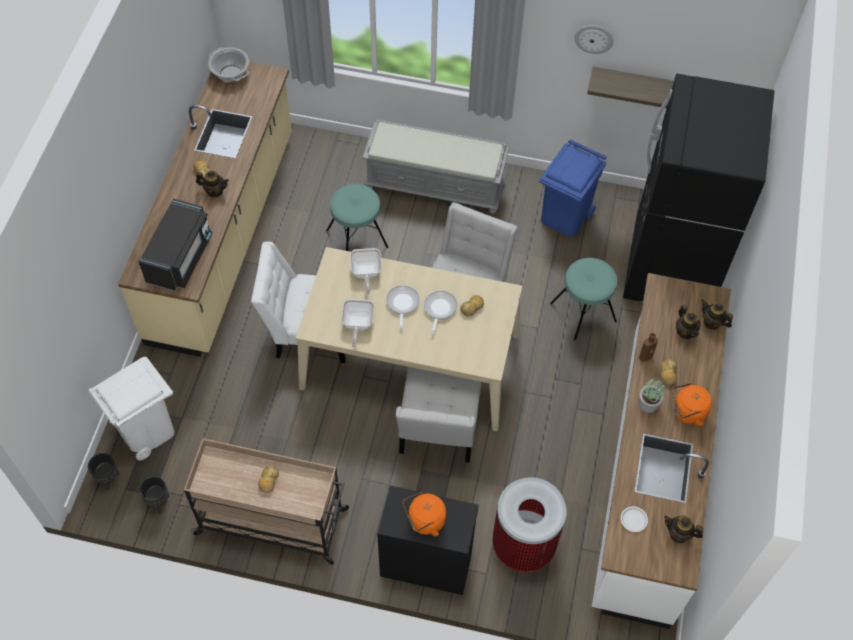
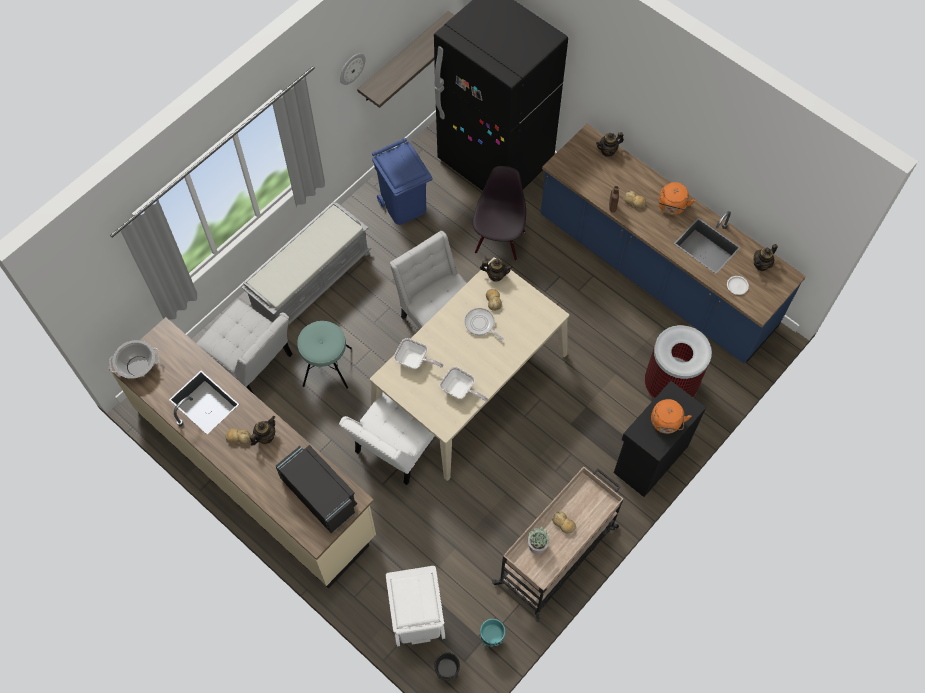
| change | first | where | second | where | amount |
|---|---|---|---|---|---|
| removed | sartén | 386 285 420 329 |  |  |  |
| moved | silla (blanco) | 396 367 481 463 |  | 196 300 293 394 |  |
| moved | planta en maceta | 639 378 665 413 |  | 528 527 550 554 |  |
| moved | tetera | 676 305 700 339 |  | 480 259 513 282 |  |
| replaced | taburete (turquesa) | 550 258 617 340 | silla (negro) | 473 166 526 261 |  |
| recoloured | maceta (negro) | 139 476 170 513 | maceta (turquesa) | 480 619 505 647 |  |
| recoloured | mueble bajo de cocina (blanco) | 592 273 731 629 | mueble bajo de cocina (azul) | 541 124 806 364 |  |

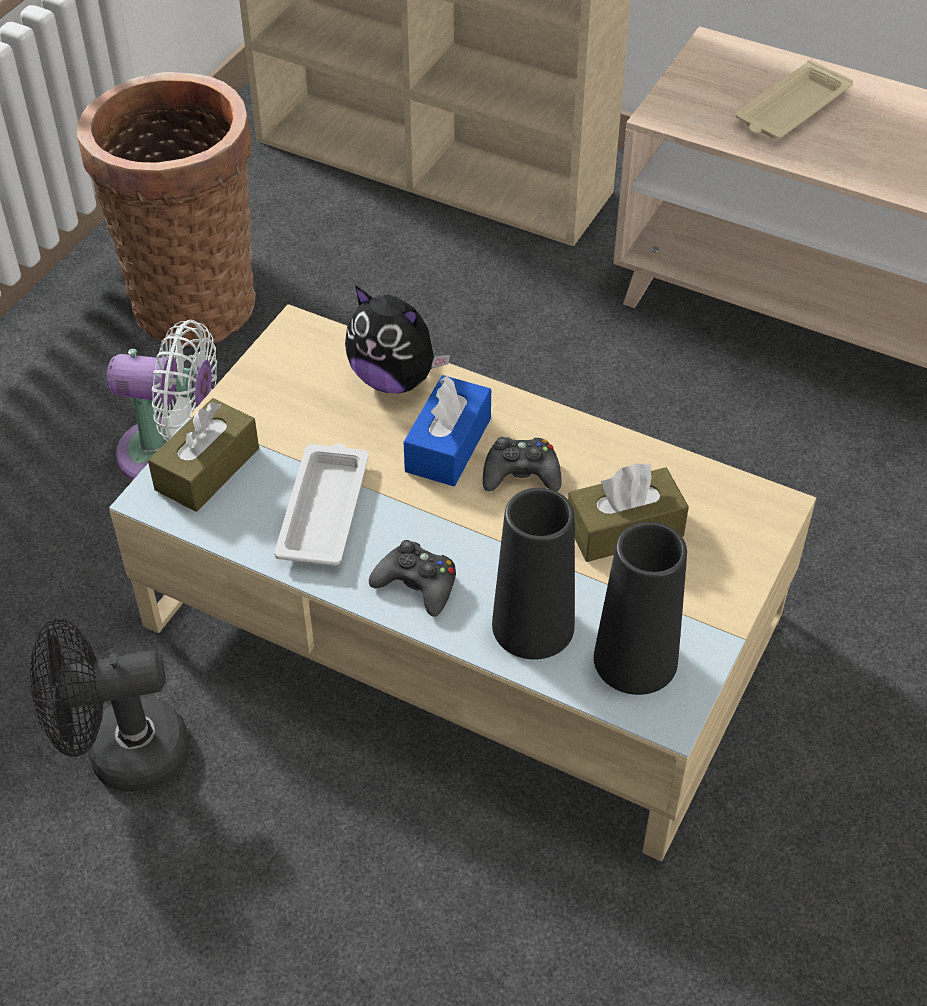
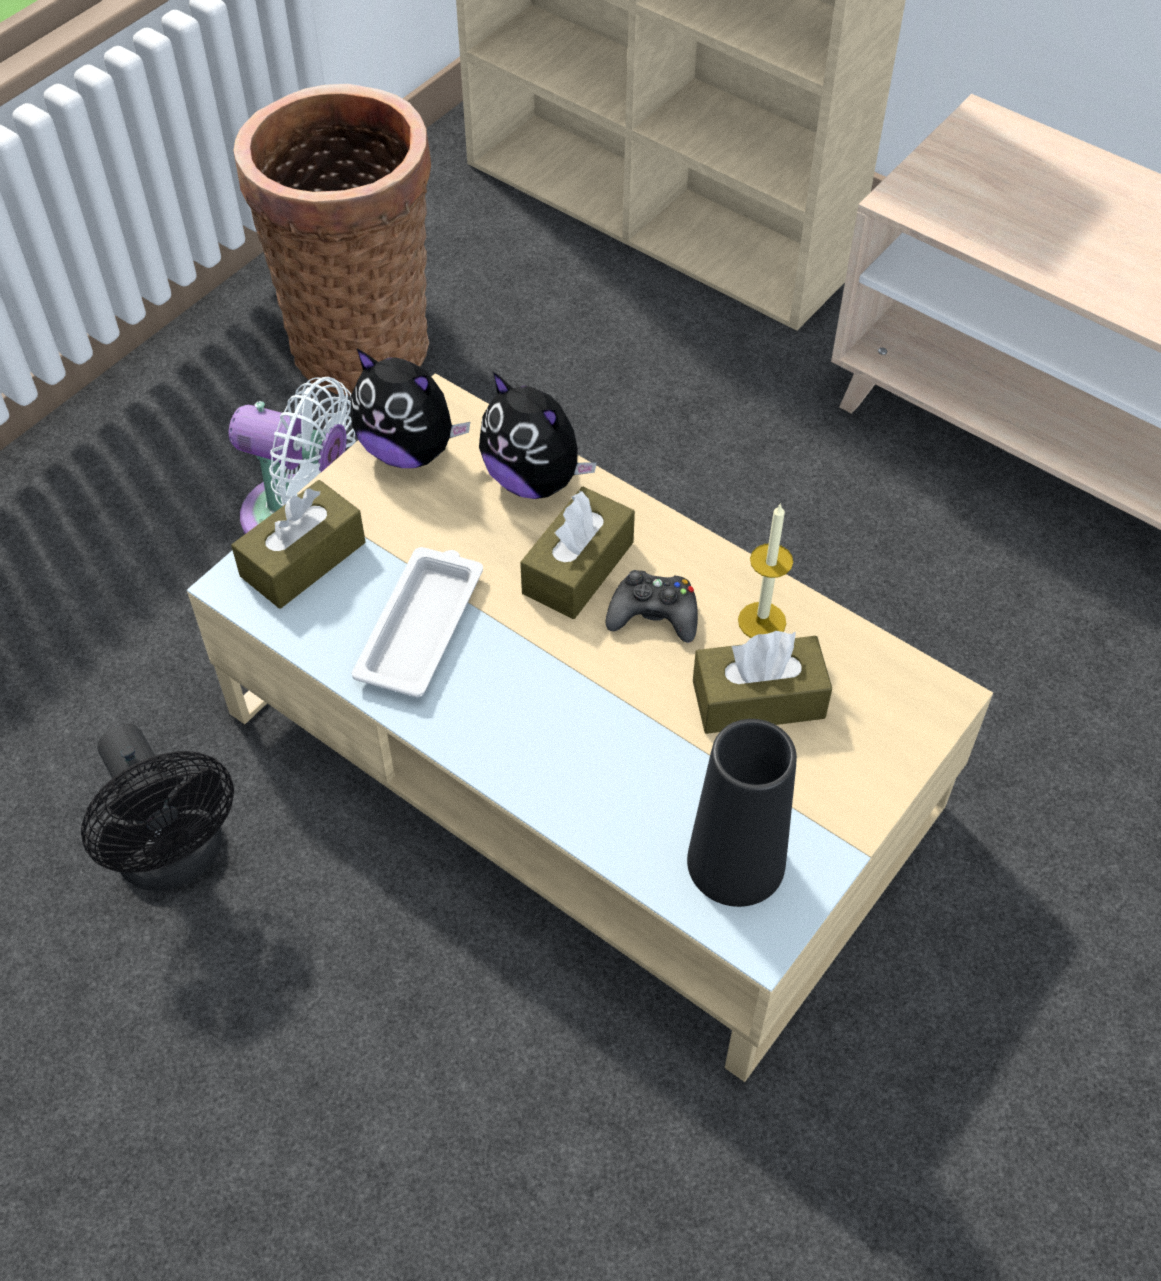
| change | first | where | second | where | amount |
|---|---|---|---|---|---|
| removed | mando de consola (negro) | 369 540 456 617 |  |  |  |
| removed | florero (negro) | 492 488 575 660 |  |  |  |
| removed | bandeja (beis) | 736 60 853 139 |  |  |  |
| added |  |  | peluche | 350 349 470 468 |  |
| added |  |  | vela | 738 503 793 638 |  |
| recoloured | caja de pañuelos (azul) | 403 375 491 486 | caja de pañuelos (marrón) | 520 487 635 619 |  |
| turned | ventilador (negro) | 30 618 189 792 |  | 81 724 234 891 | 120 degrees counterclockwise |

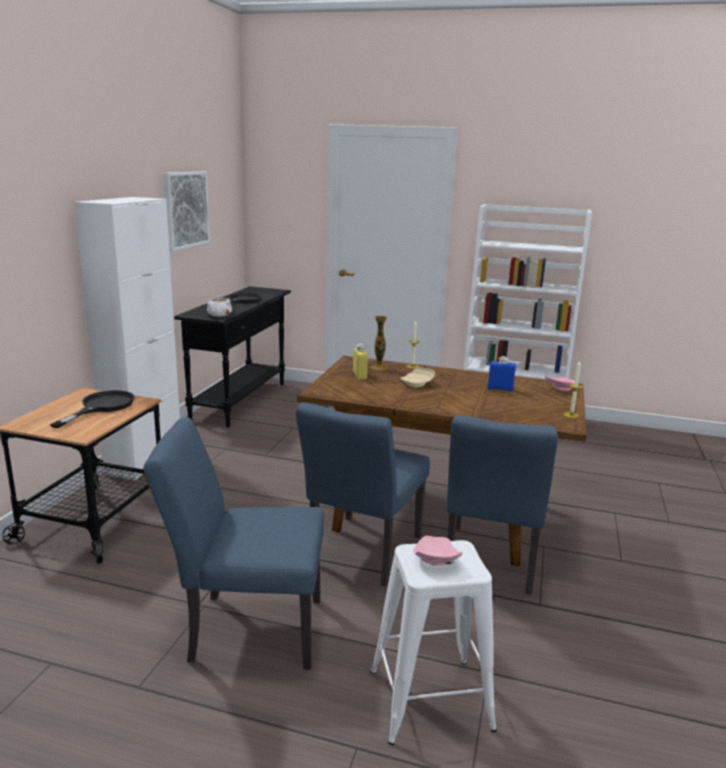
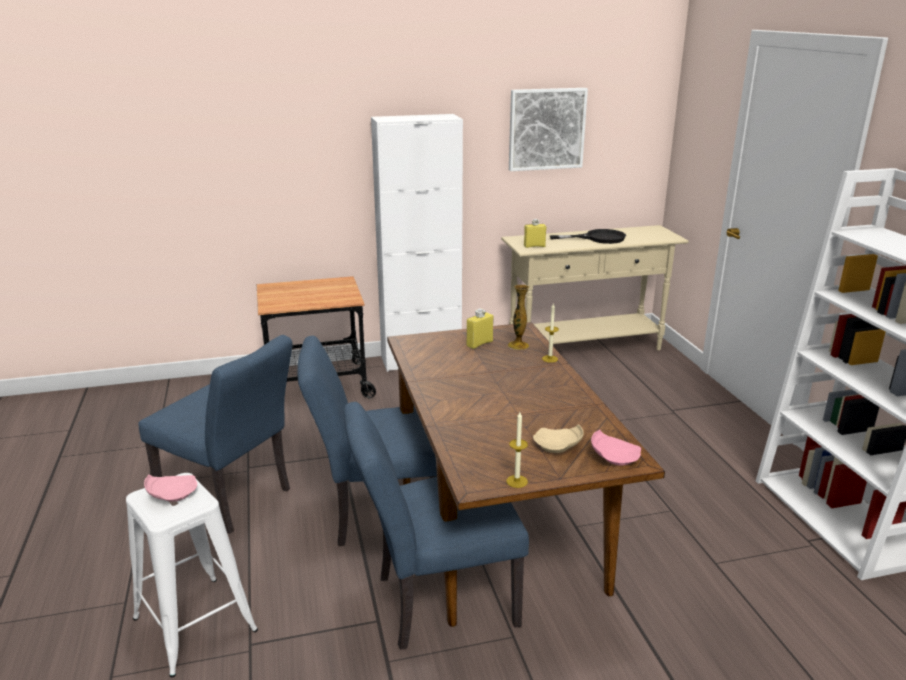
| change | first | where | second | where | amount |
|---|---|---|---|---|---|
| removed | sartén (negro) | 50 390 135 428 |  |  |  |
| removed | botella (azul) | 488 356 516 392 |  |  |  |
| moved | plato (beis) | 400 367 435 387 |  | 533 424 584 453 |  |
| replaced | tetera (blanco) | 207 296 232 317 | botella (amarillo) | 524 219 546 248 |  |
| recoloured | mesa consola (negro) | 174 286 291 427 | mesa consola (beis) | 501 225 689 350 |  |
| turned | silla (azul) | 143 417 324 670 |  | 138 335 292 534 | 150 degrees clockwise |

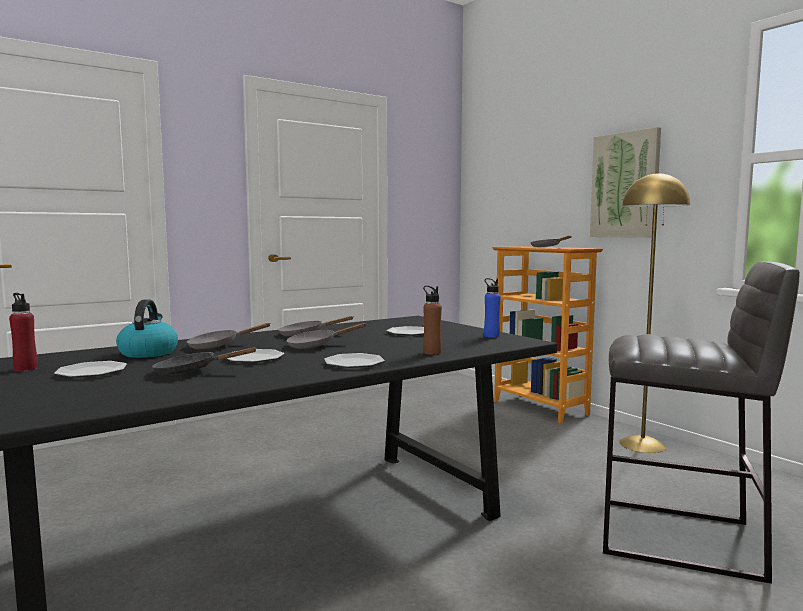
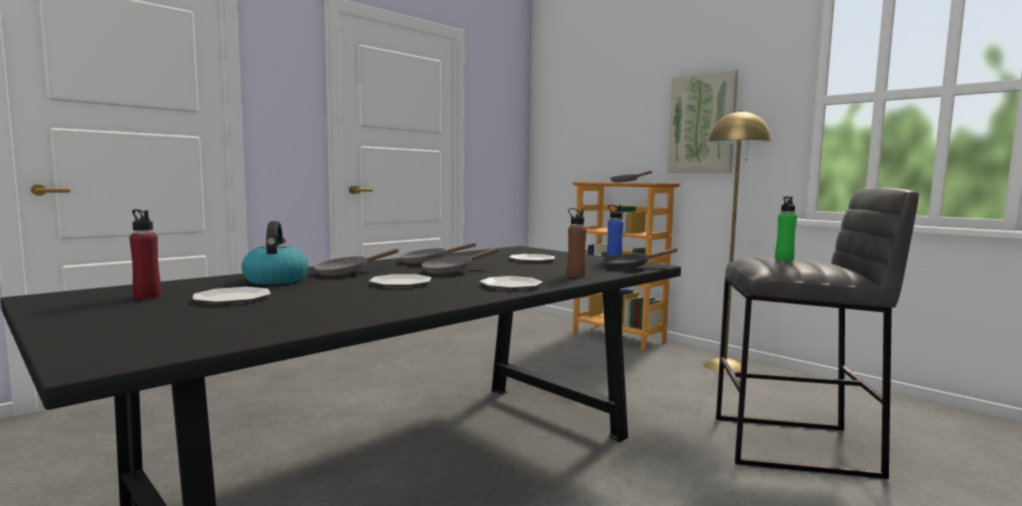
| change | first | where | second | where | amount |
|---|---|---|---|---|---|
| added |  |  | botella (verde) | 775 196 797 261 |  |
| moved | sartén (negro) | 152 347 257 375 |  | 602 248 678 269 |  |

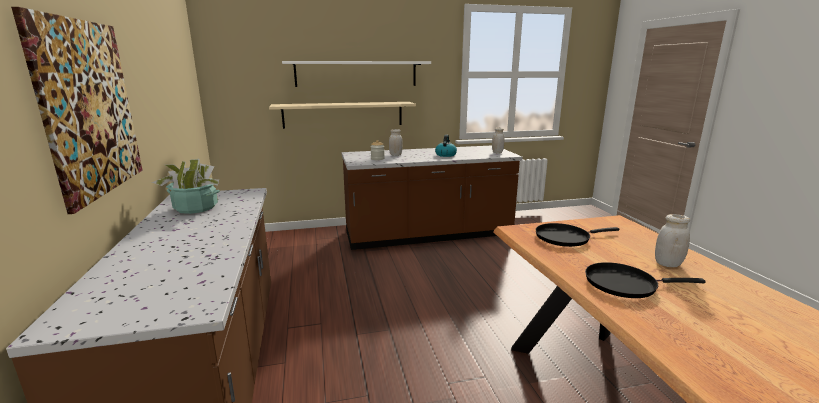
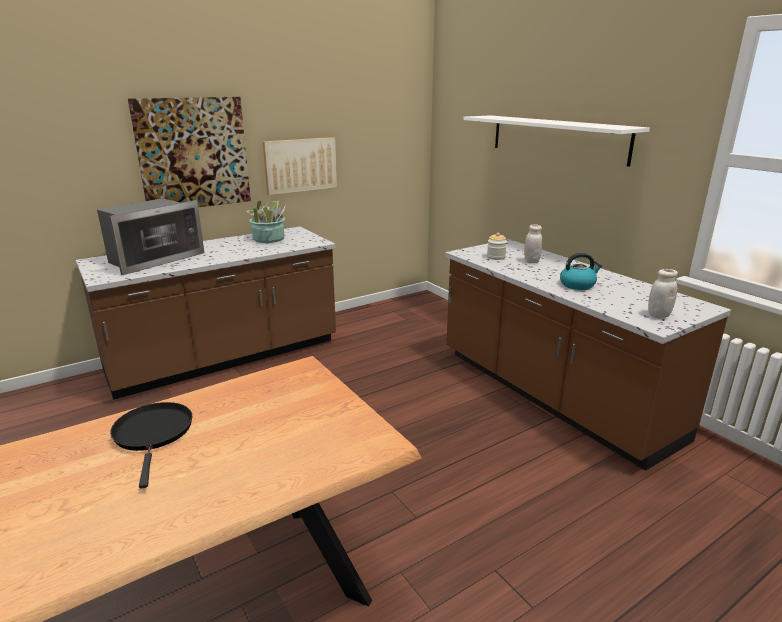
| change | first | where | second | where | amount |
|---|---|---|---|---|---|
| removed | estante (beis) | 269 102 416 129 |  |  |  |
| removed | sartén (negro) | 535 223 619 247 |  |  |  |
| removed | tarro (blanco) | 655 214 690 267 |  |  |  |
| added |  |  | microondas | 97 198 204 275 |  |
| added |  |  | cuadro | 263 137 337 195 |  |

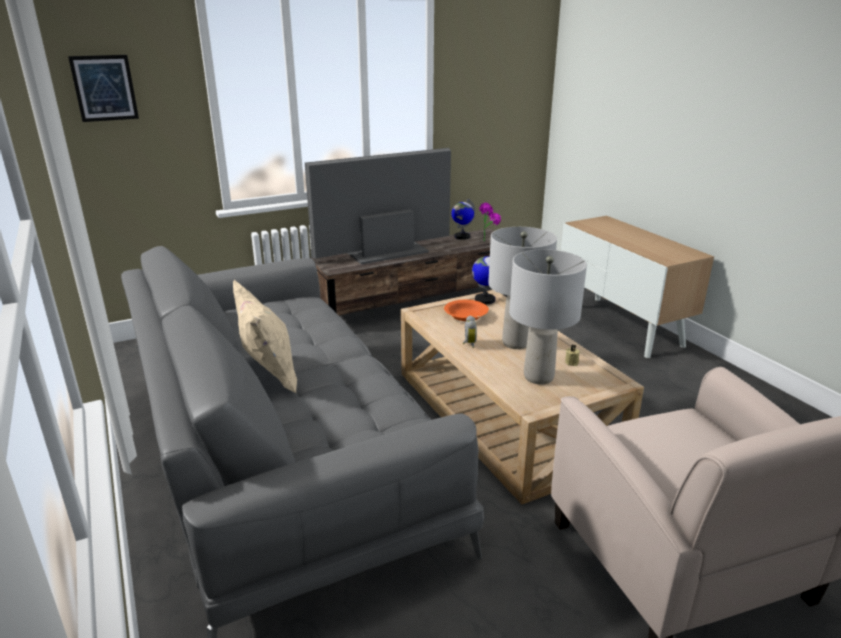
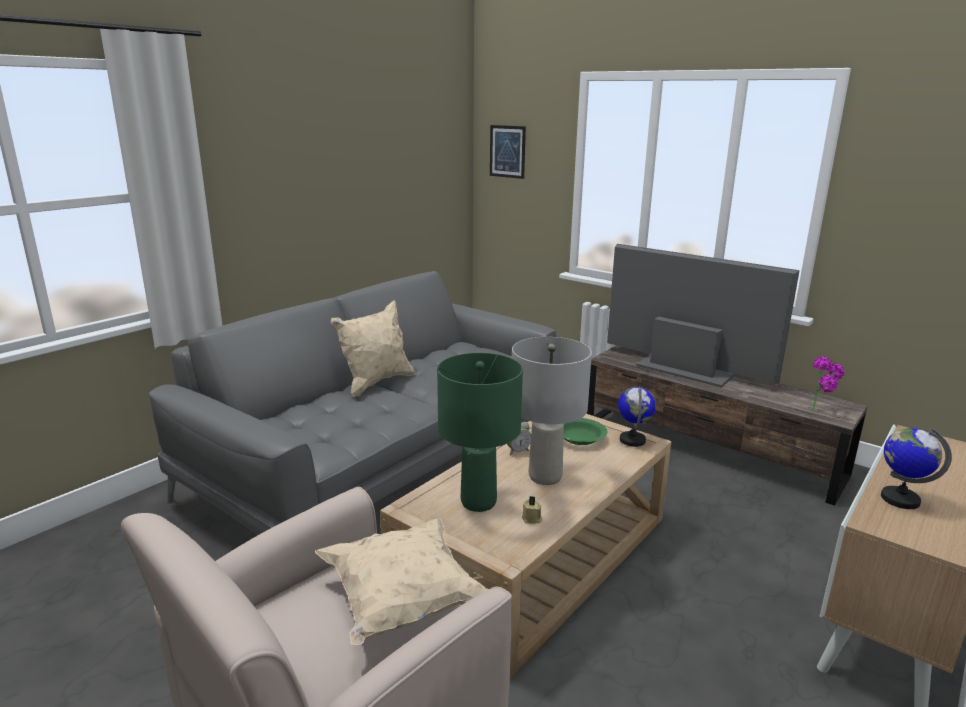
| change | first | where | second | where | amount |
|---|---|---|---|---|---|
| added |  |  | cojín (beis) | 315 519 489 645 |  |
| moved | globo terráqueo | 451 199 475 240 |  | 881 428 952 509 |  |
| recoloured | cuenco (naranja) | 444 300 489 321 | cuenco (verde) | 564 418 607 445 |  |
| recoloured | lámpara de mesa (gris) | 509 249 587 384 | lámpara de mesa (verde) | 437 353 523 512 |  |

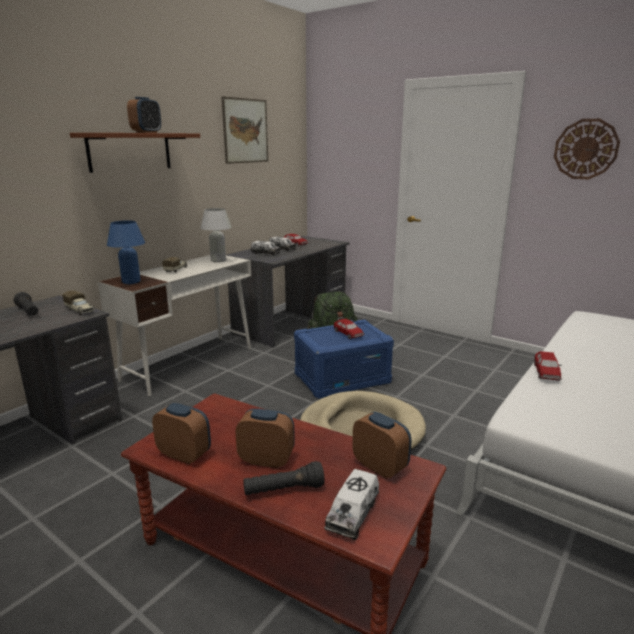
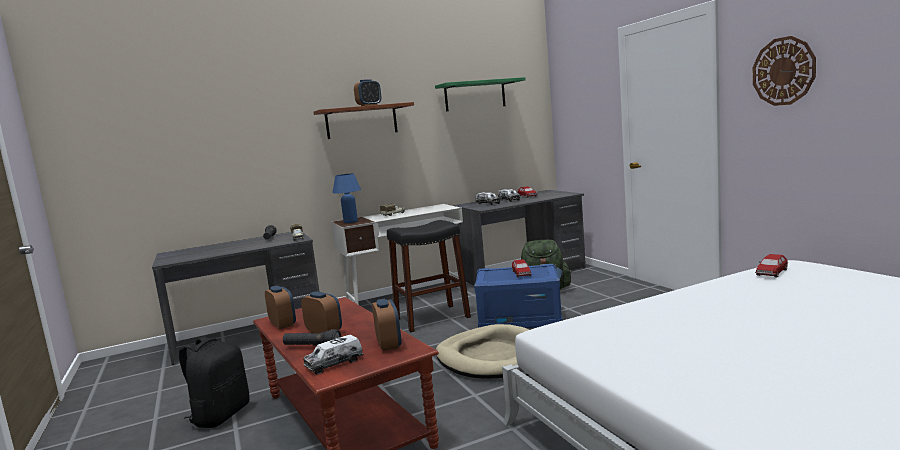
| change | first | where | second | where | amount |
|---|---|---|---|---|---|
| removed | lámpara de mesa (blanco) | 200 208 232 262 |  |  |  |
| added |  |  | mochila (negro) | 179 336 249 428 |  |
| added |  |  | taburete (negro) | 387 220 471 332 |  |
| moved | coche de juguete | 534 351 562 381 |  | 755 252 788 278 |  |
| replaced | cuadro | 221 96 268 164 | estante (verde) | 435 77 525 111 |  |

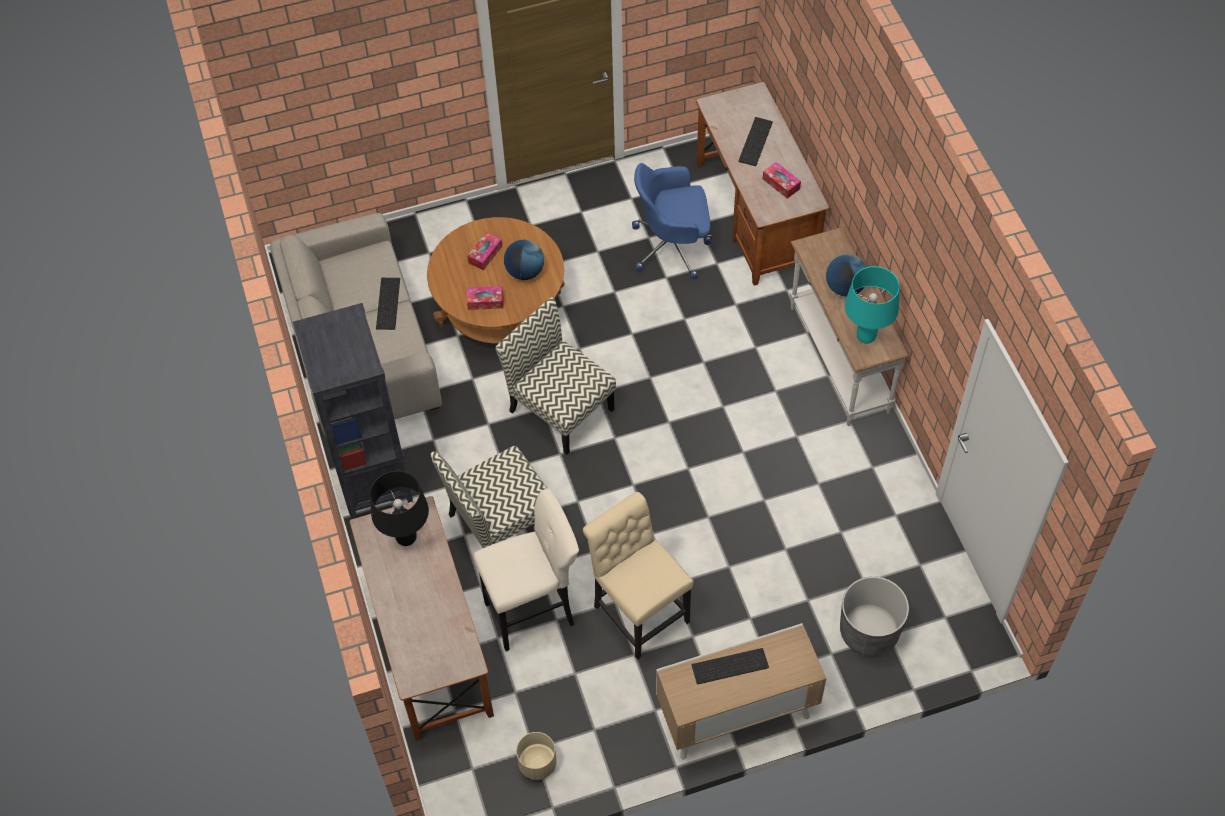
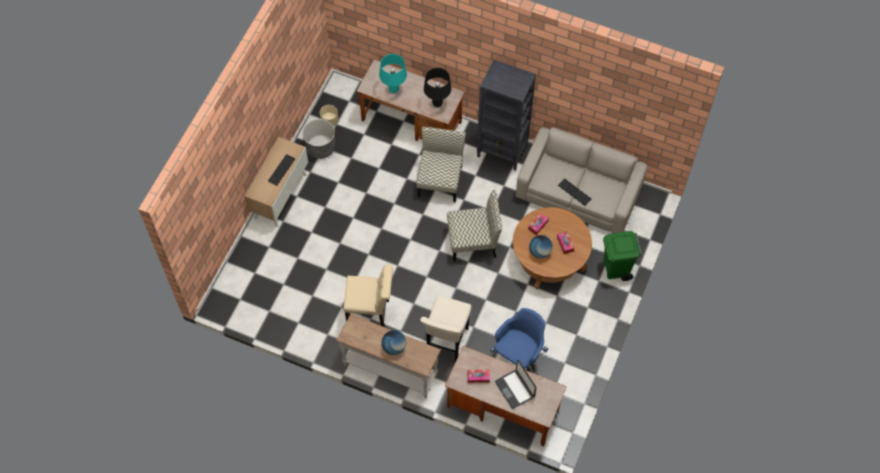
| change | first | where | second | where | amount |
|---|---|---|---|---|---|
| added |  |  | papelera (verde) | 603 231 642 281 |  |
| moved | taburete (beis) | 473 489 579 651 |  | 420 295 472 362 |  |
| moved | silla (beis) | 583 492 694 660 |  | 343 264 393 327 |  |
| moved | maceta (gris) | 840 576 909 656 |  | 302 119 335 159 |  |
| moved | lámpara de mesa (turquesa) | 845 266 900 344 |  | 379 54 407 93 |  |
| replaced | teclado | 738 117 773 166 | portátil | 495 360 536 409 |  |

